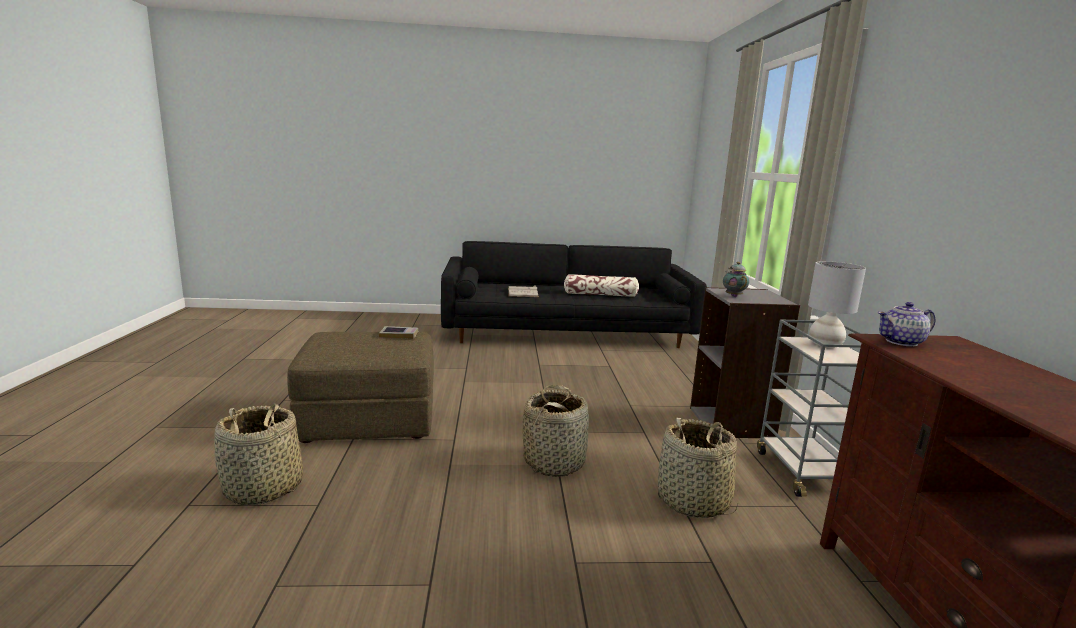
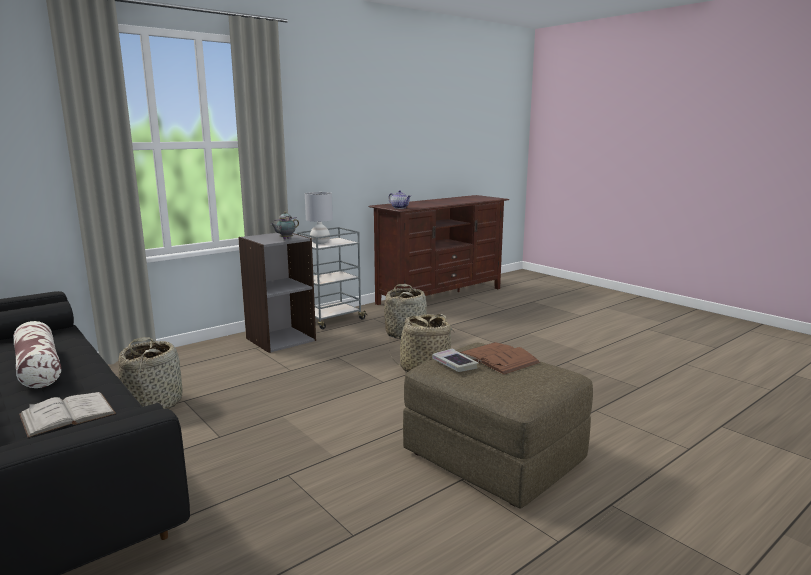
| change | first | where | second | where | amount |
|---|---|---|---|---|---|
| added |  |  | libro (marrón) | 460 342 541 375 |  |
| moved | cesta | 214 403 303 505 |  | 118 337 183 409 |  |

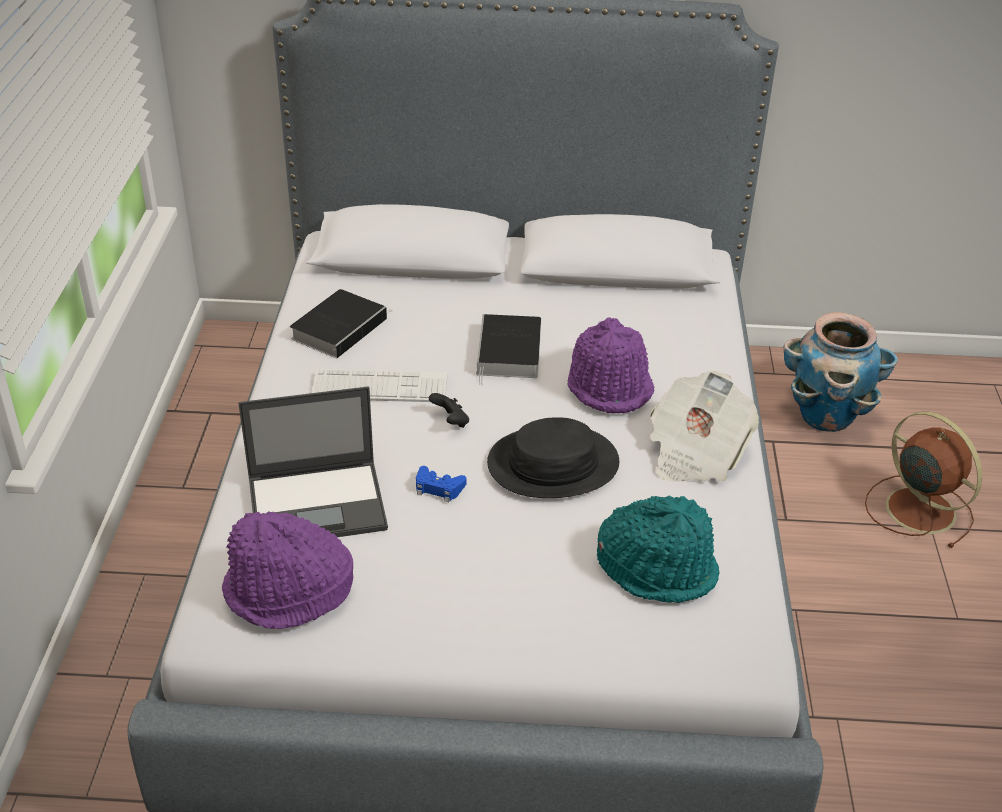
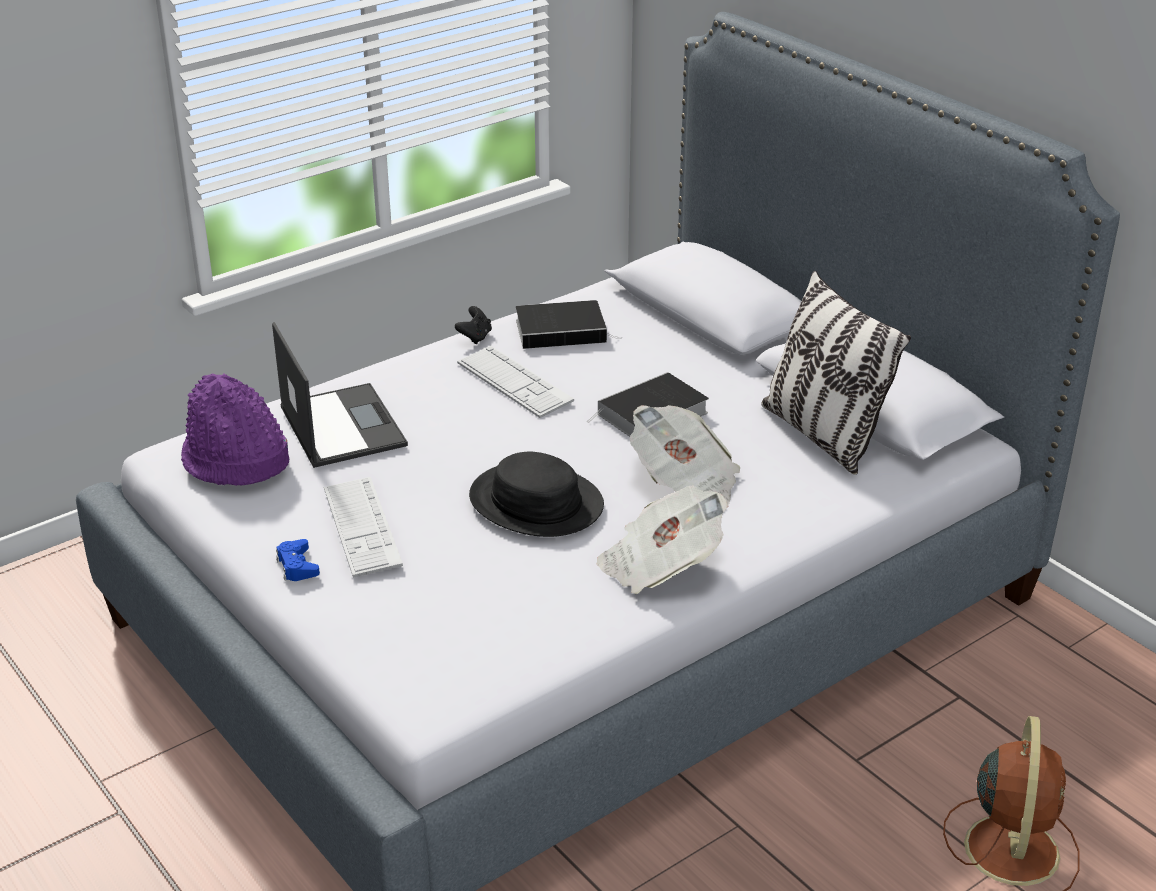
| change | first | where | second | where | amount |
|---|---|---|---|---|---|
| removed | sombrero (turquesa) | 597 496 720 603 |  |  |  |
| removed | maceta | 783 312 898 432 |  |  |  |
| added |  |  | teclado | 324 477 403 578 |  |
| added |  |  | cojín | 761 271 911 475 |  |
| moved | mando de consola (azul) | 416 466 467 502 |  | 276 539 320 581 |  |
| moved | mando de consola (negro) | 429 393 469 428 |  | 455 306 492 344 |  |
| replaced | sombrero (morado) | 567 317 654 414 | periódico | 629 405 740 505 |  |
| turned | portátil | 238 386 388 537 |  | 272 322 408 468 | 150 degrees counterclockwise |

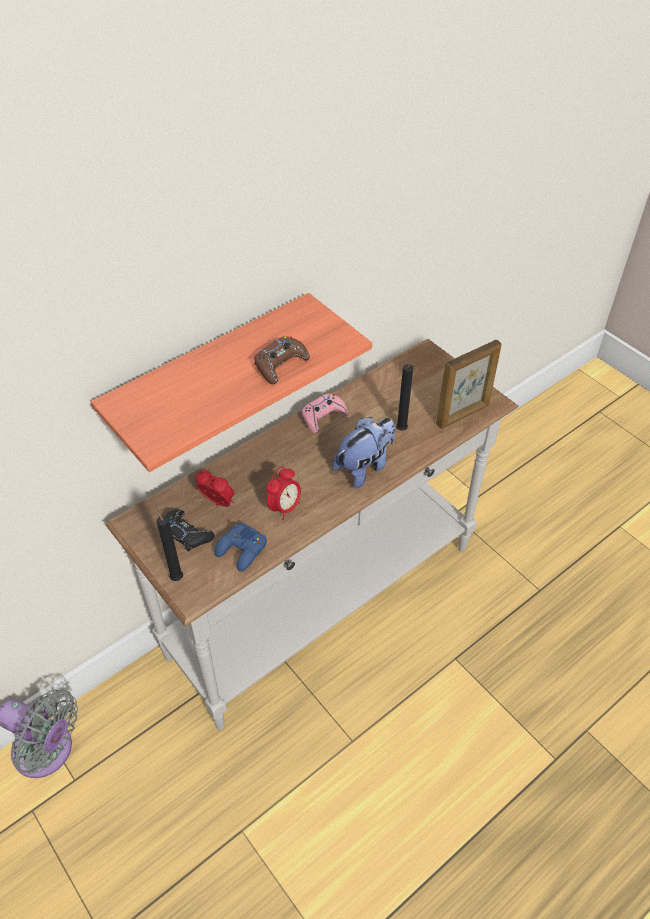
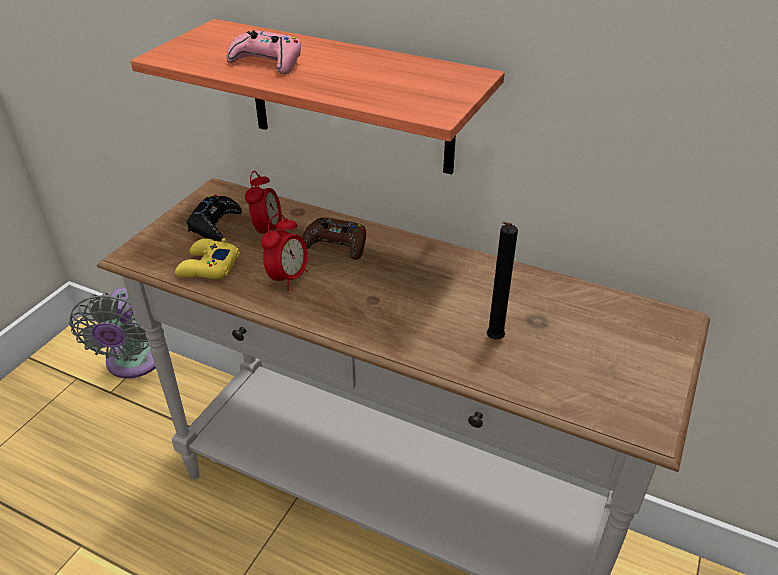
| change | first | where | second | where | amount |
|---|---|---|---|---|---|
| removed | vela (negro) | 157 504 183 581 |  |  |  |
| removed | peluche | 332 417 395 488 |  |  |  |
| removed | portarretratos | 436 340 502 429 |  |  |  |
| moved | mando de consola (marrón) | 254 336 310 384 |  | 302 218 366 260 |  |
| moved | mando de consola (rosa) | 302 393 348 433 |  | 226 30 301 74 |  |
| recoloured | mando de consola (azul) | 214 523 267 572 | mando de consola (amarillo) | 175 238 240 279 |  |
| turned | despertador | 266 466 301 520 |  | 261 213 308 291 | 75 degrees counterclockwise |

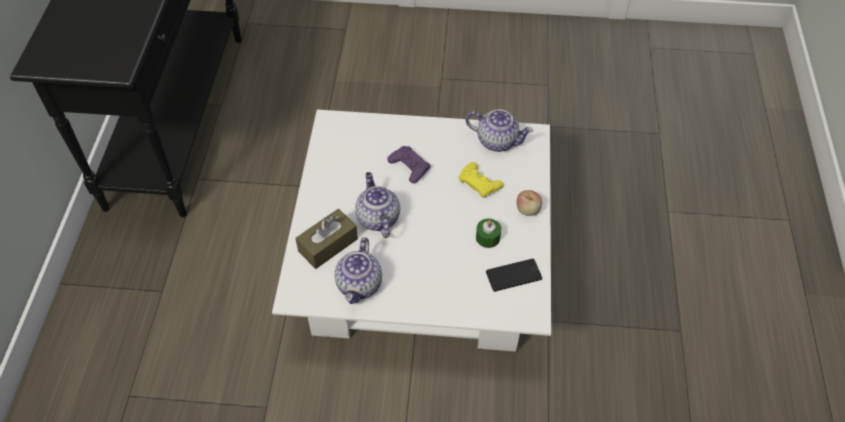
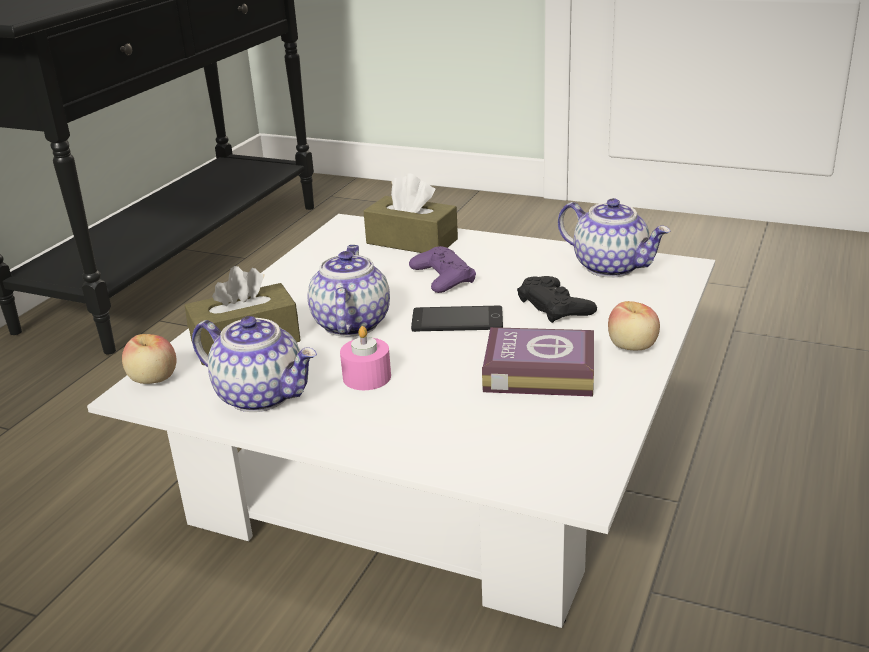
| change | first | where | second | where | amount |
|---|---|---|---|---|---|
| added |  |  | manzana | 122 334 177 384 |  |
| added |  |  | vela (rosa) | 340 326 391 390 |  |
| added |  |  | caja de pañuelos (marrón) | 364 173 458 253 |  |
| moved | móvil | 486 259 542 292 |  | 411 306 503 332 |  |
| replaced | vela (verde) | 476 218 501 248 | libro | 482 327 594 396 |  |
| recoloured | mando de consola (amarillo) | 458 162 504 198 | mando de consola (negro) | 517 276 597 323 |  |
| turned | tetera | 335 237 382 304 |  | 192 316 317 412 | 90 degrees counterclockwise |

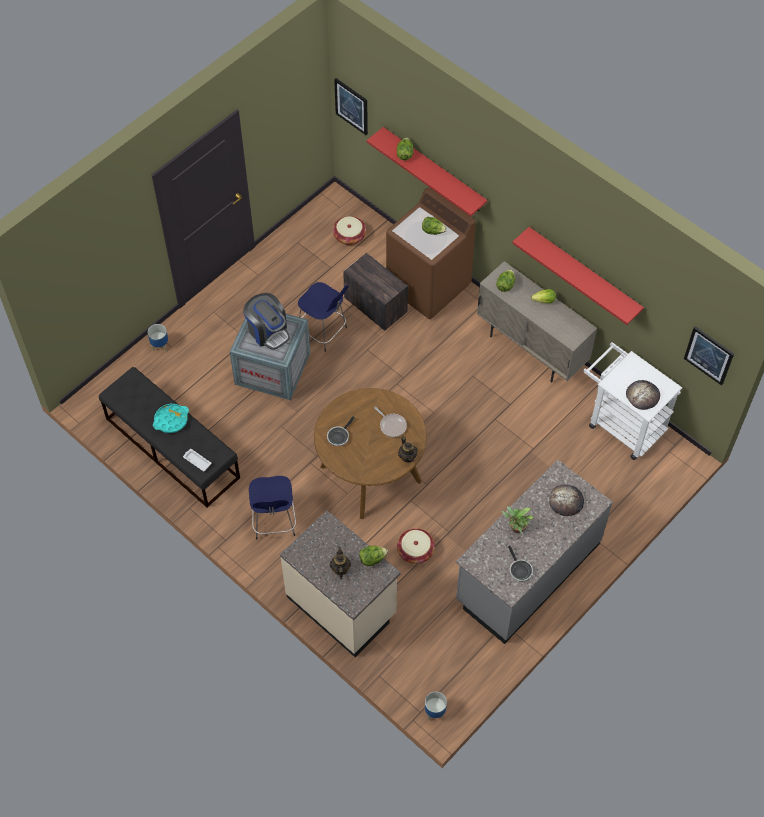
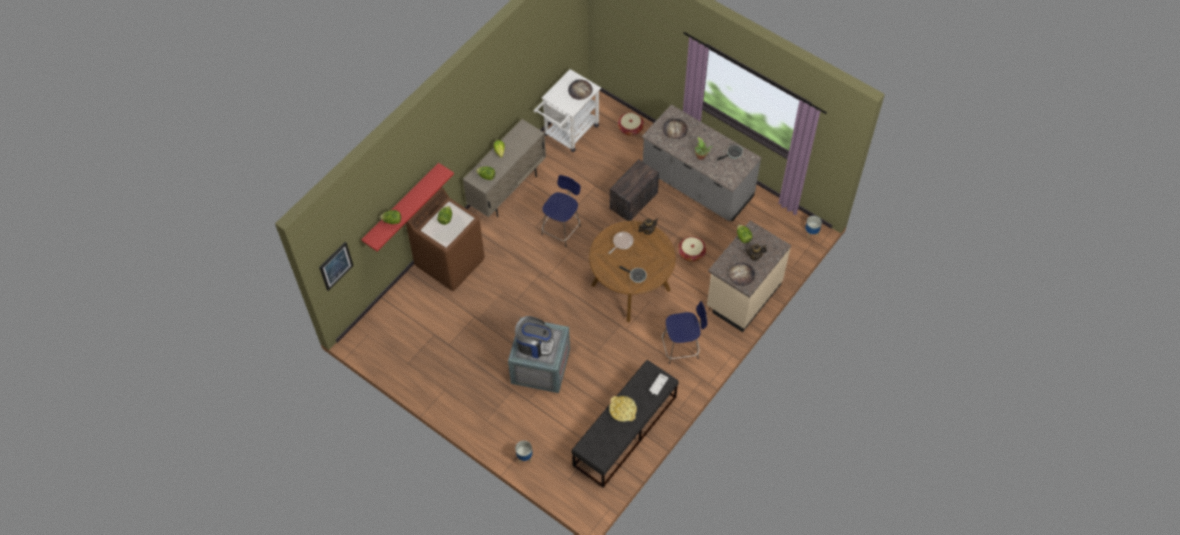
| change | first | where | second | where | amount |
|---|---|---|---|---|---|
| removed | estante (rojo) | 512 227 644 325 |  |  |  |
| removed | cuadro | 684 326 734 386 |  |  |  |
| added |  |  | pan | 729 263 755 286 |  |
| moved | taburete (azul) | 298 282 349 352 |  | 541 175 581 247 |  |
| moved | cesta | 333 216 366 245 |  | 618 113 644 136 |  |
| moved | caja de embalaje | 343 253 408 331 |  | 610 160 659 221 |  |
| recoloured | bandeja (turquesa) | 153 404 189 433 | bandeja (amarillo) | 609 396 637 422 |  |
| turned | cafetera | 243 293 290 350 |  | 515 316 555 359 | 60 degrees clockwise |

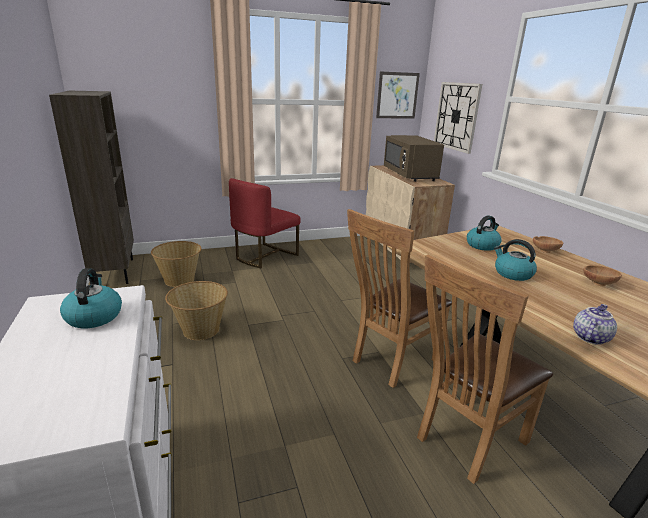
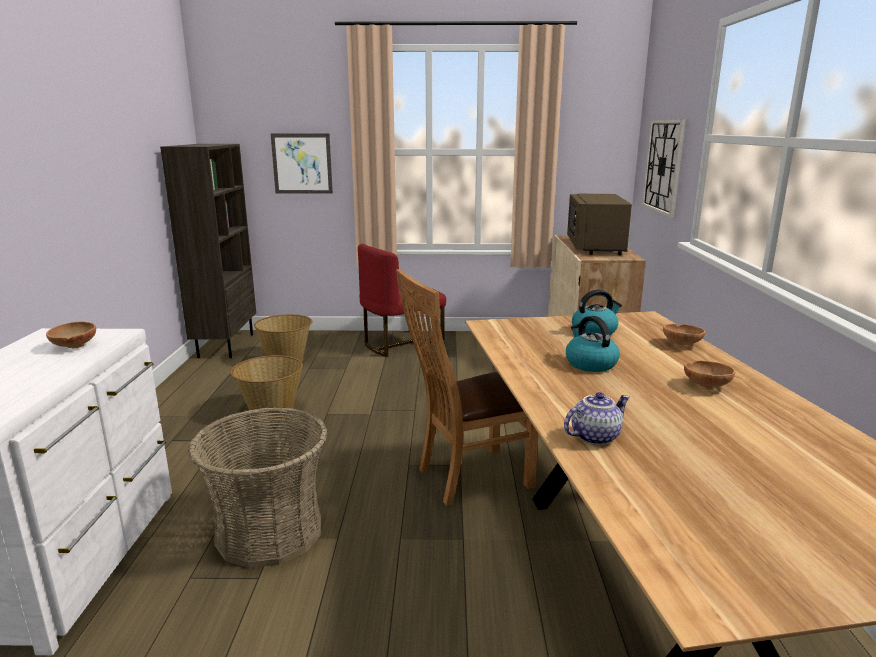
| change | first | where | second | where | amount |
|---|---|---|---|---|---|
| removed | silla (marrón) | 417 254 553 484 |  |  |  |
| added |  |  | cesta | 188 407 328 568 |  |
| moved | cuadro | 376 71 420 119 |  | 271 134 333 194 |  |
| replaced | hervidor | 60 268 122 328 | cuenco (marrón) | 46 321 96 348 |  |

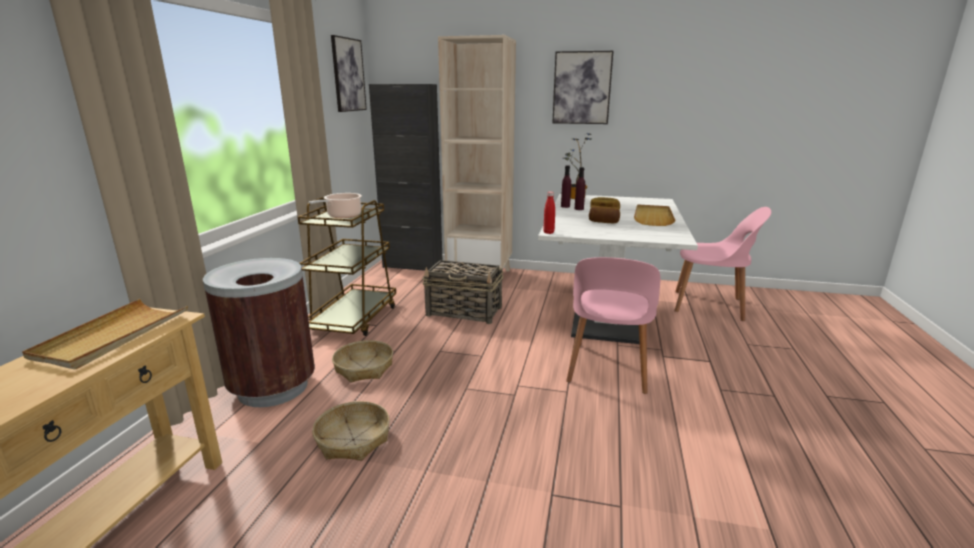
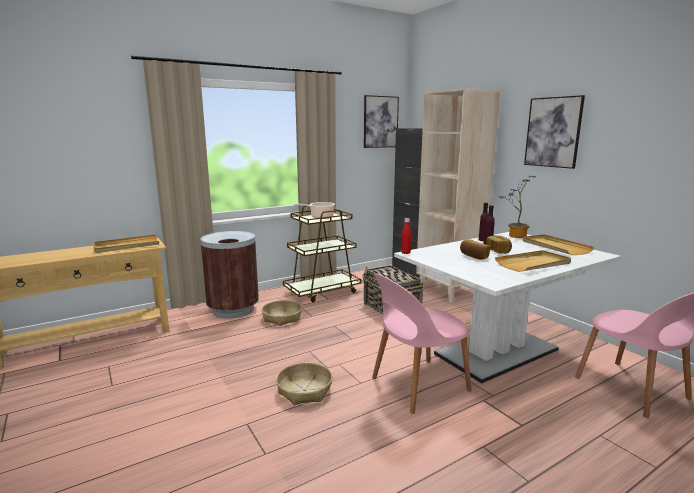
| change | first | where | second | where | amount |
|---|---|---|---|---|---|
| added |  |  | bandeja (beis) | 522 234 595 255 |  |
| moved | cesta | 312 401 390 461 |  | 276 363 332 405 |  |

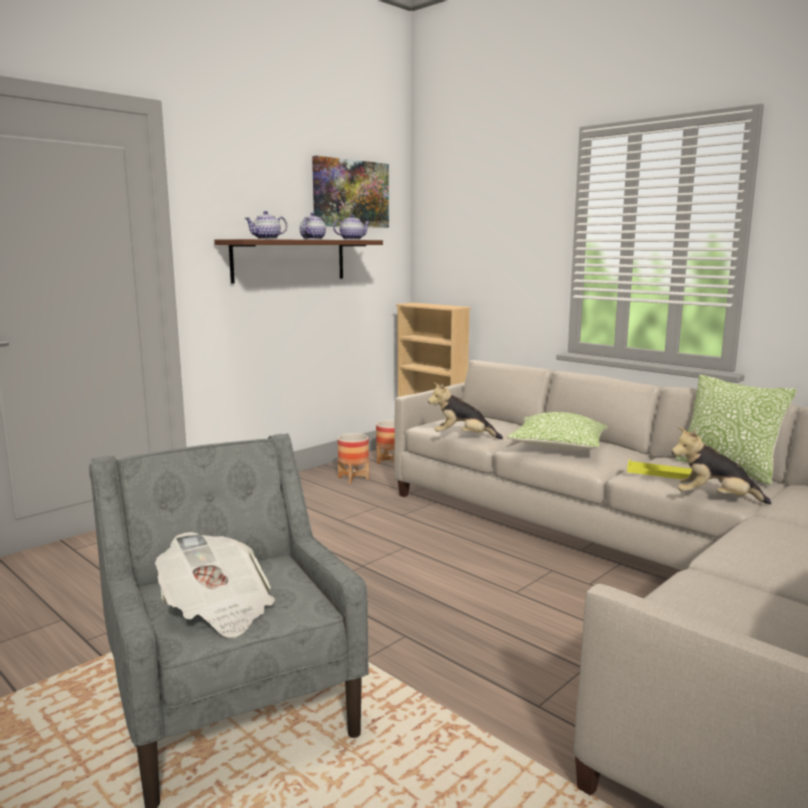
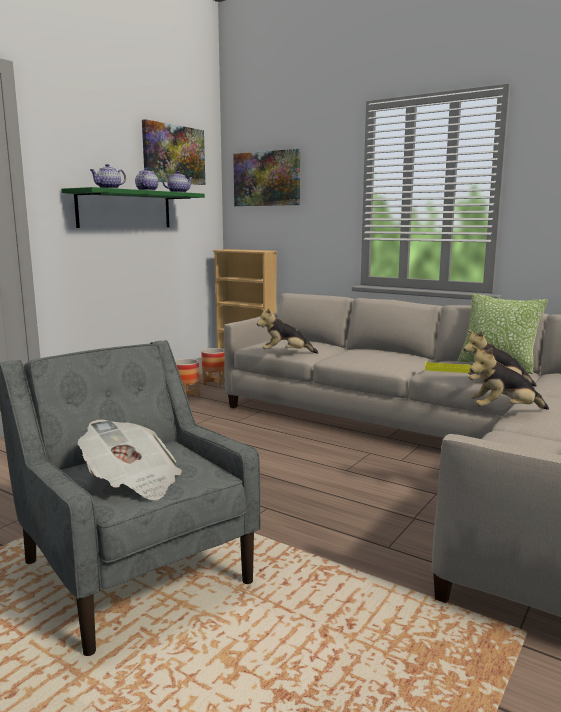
| change | first | where | second | where | amount |
|---|---|---|---|---|---|
| removed | cojín | 507 412 608 450 |  |  |  |
| added |  |  | cuadro | 233 149 300 206 |  |
| added |  |  | peluche | 470 346 549 410 |  |
| recoloured | estante (marrón) | 214 239 383 284 | estante (verde) | 61 187 205 228 |  |

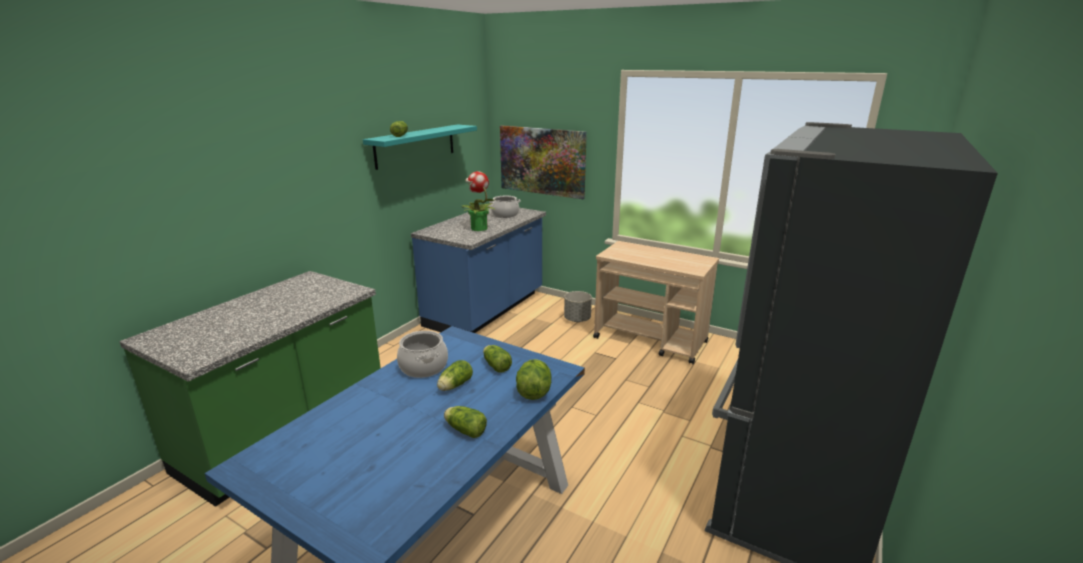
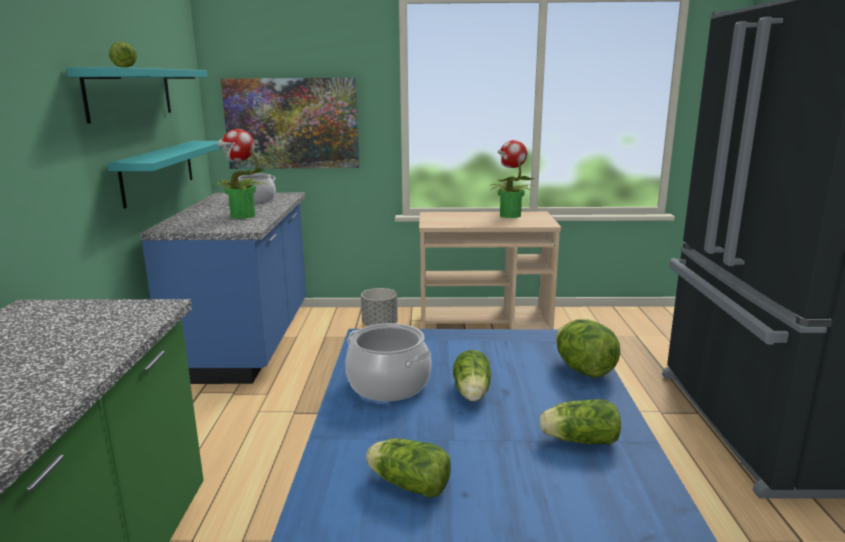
| change | first | where | second | where | amount |
|---|---|---|---|---|---|
| added |  |  | estante (turquesa) | 107 141 221 209 |  |
| added |  |  | planta en maceta | 489 140 535 218 |  |
| moved | lechuga | 483 345 512 372 |  | 366 438 451 498 |  |

